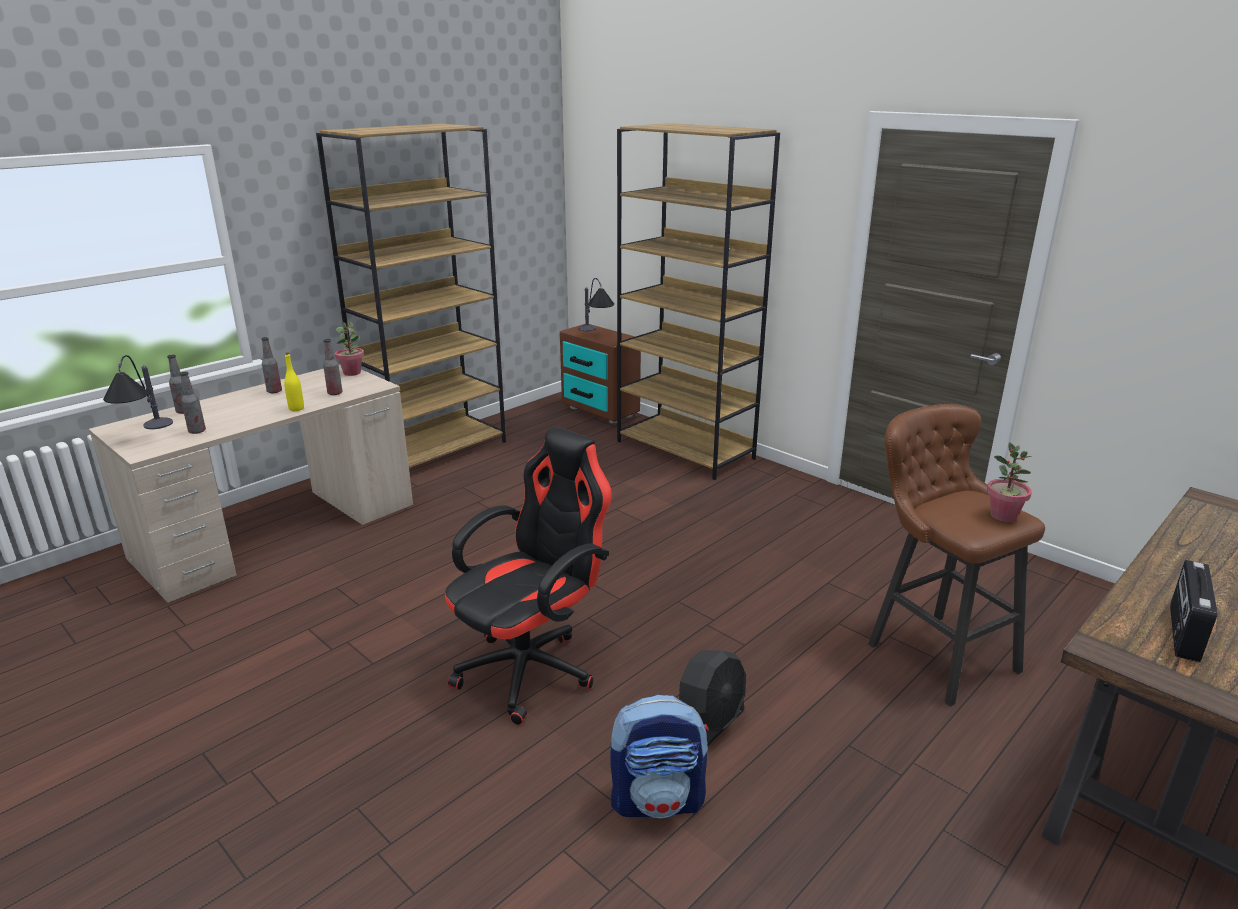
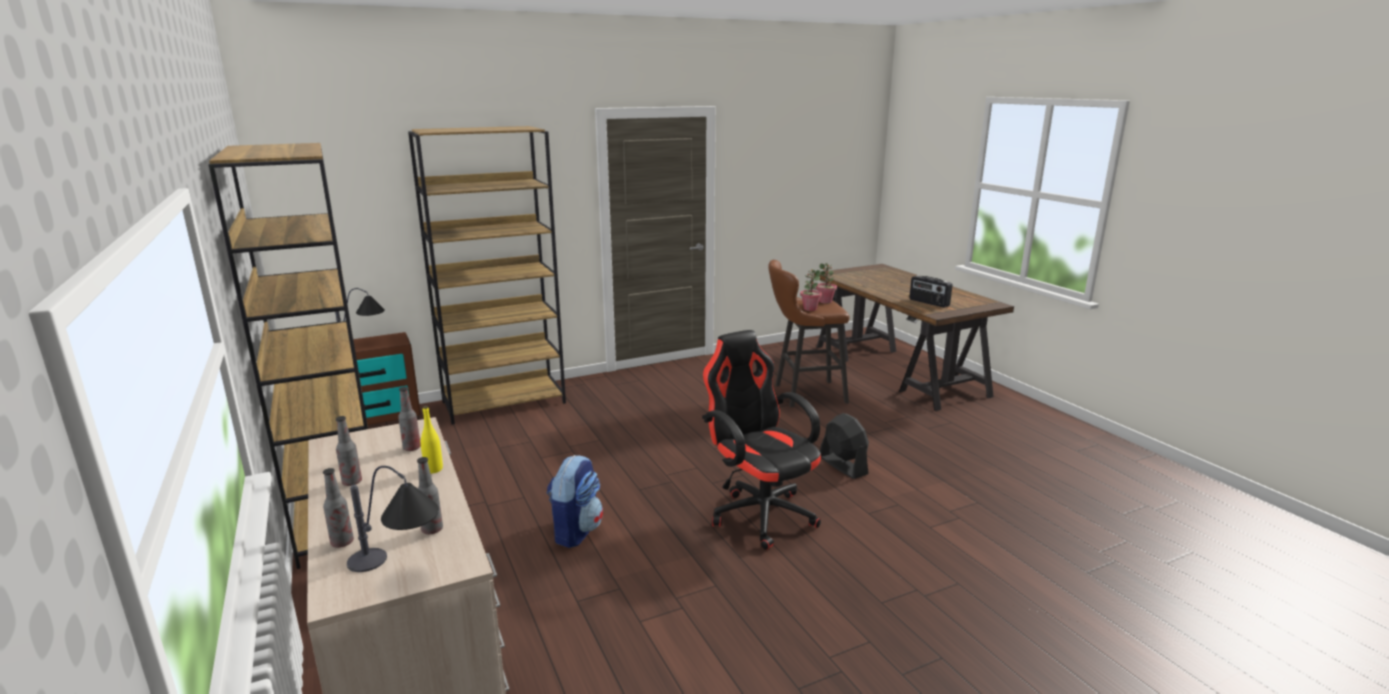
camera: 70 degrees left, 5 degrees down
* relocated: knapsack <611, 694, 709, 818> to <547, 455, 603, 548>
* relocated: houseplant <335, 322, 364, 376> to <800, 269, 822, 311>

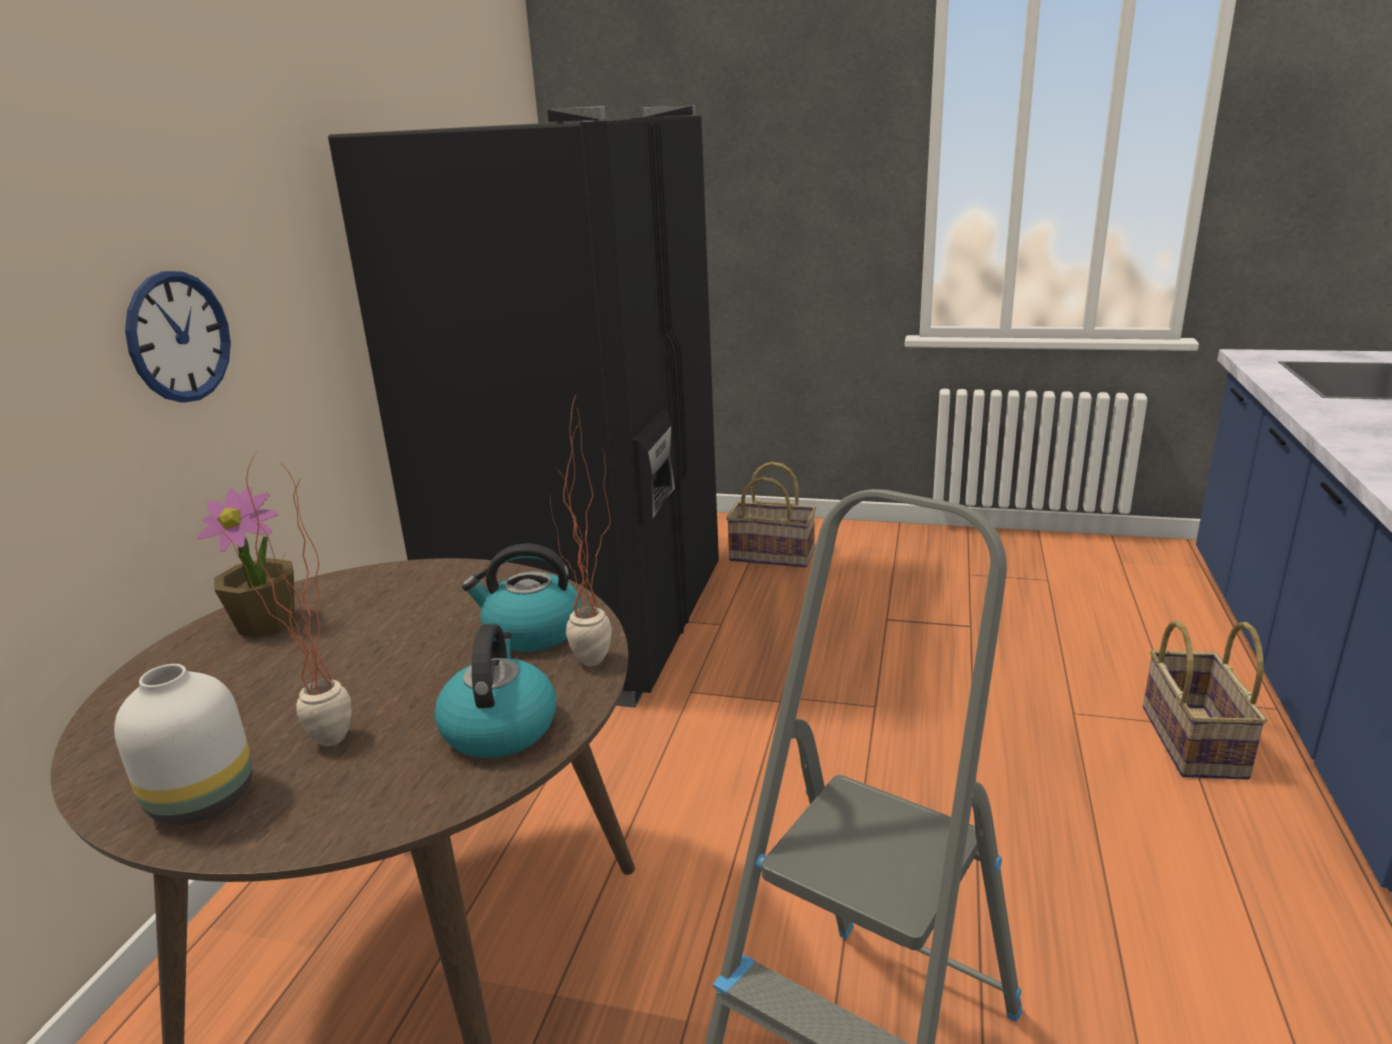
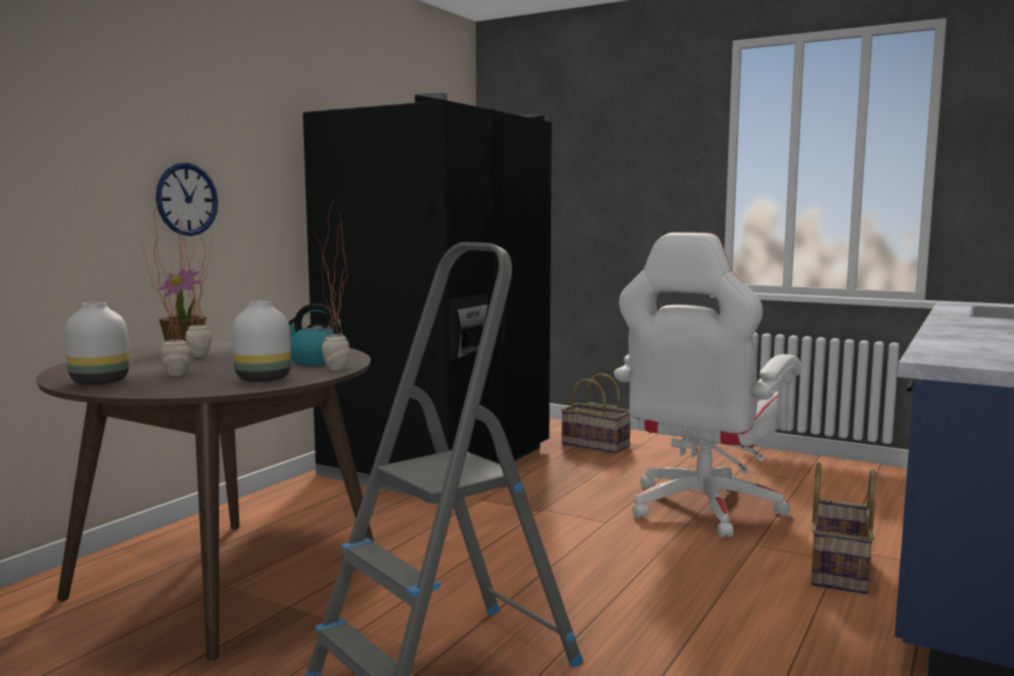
camera: 15 degrees right, 15 degrees down
* appeared: houseplant <179, 202, 215, 358>
* exchanged: kettle <434, 624, 556, 758> to decorative vase (white-coloured) <232, 301, 291, 382>
* appeared: computer chair (white-coloured) <614, 232, 802, 537>

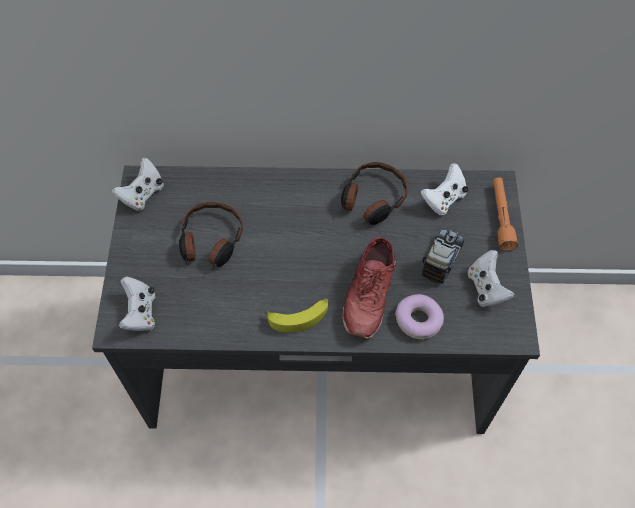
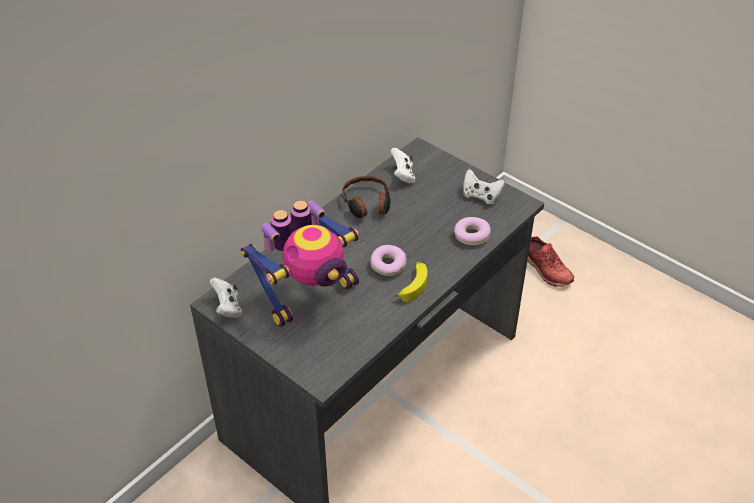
camera: 50 degrees left, 15 degrees down
* exchanged: headset <179, 202, 243, 271> to model robot <241, 200, 359, 327>
* appeared: ring doughnut <371, 245, 407, 276>
* relocated: shoe (reddish) <342, 237, 396, 339> to <527, 236, 574, 287>
* missing: joypad (white-coloured) <119, 277, 155, 331>
* missing: model truck <422, 229, 464, 284>
* missing: flashlight (orange-coloured) <493, 178, 518, 251>

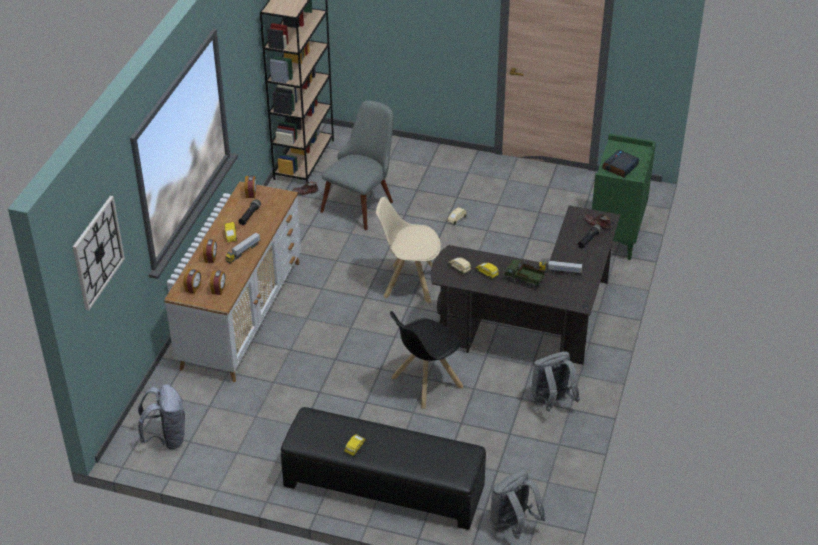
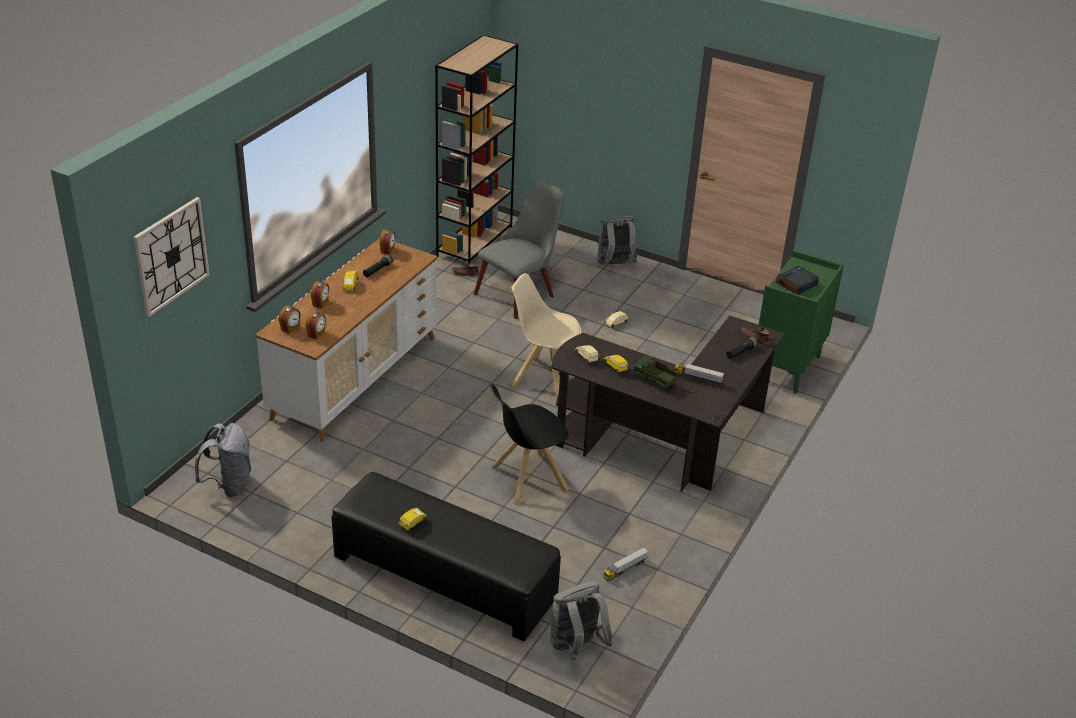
camera: 10 degrees right, 5 degrees down
* relocated: knapsack (grey) <531, 351, 580, 412> to <597, 216, 637, 264>
* relocated: model truck <225, 232, 260, 263> to <603, 547, 649, 581>

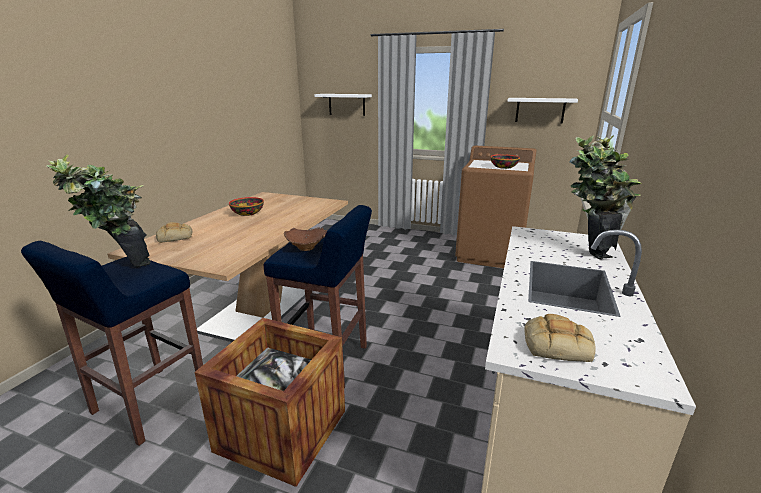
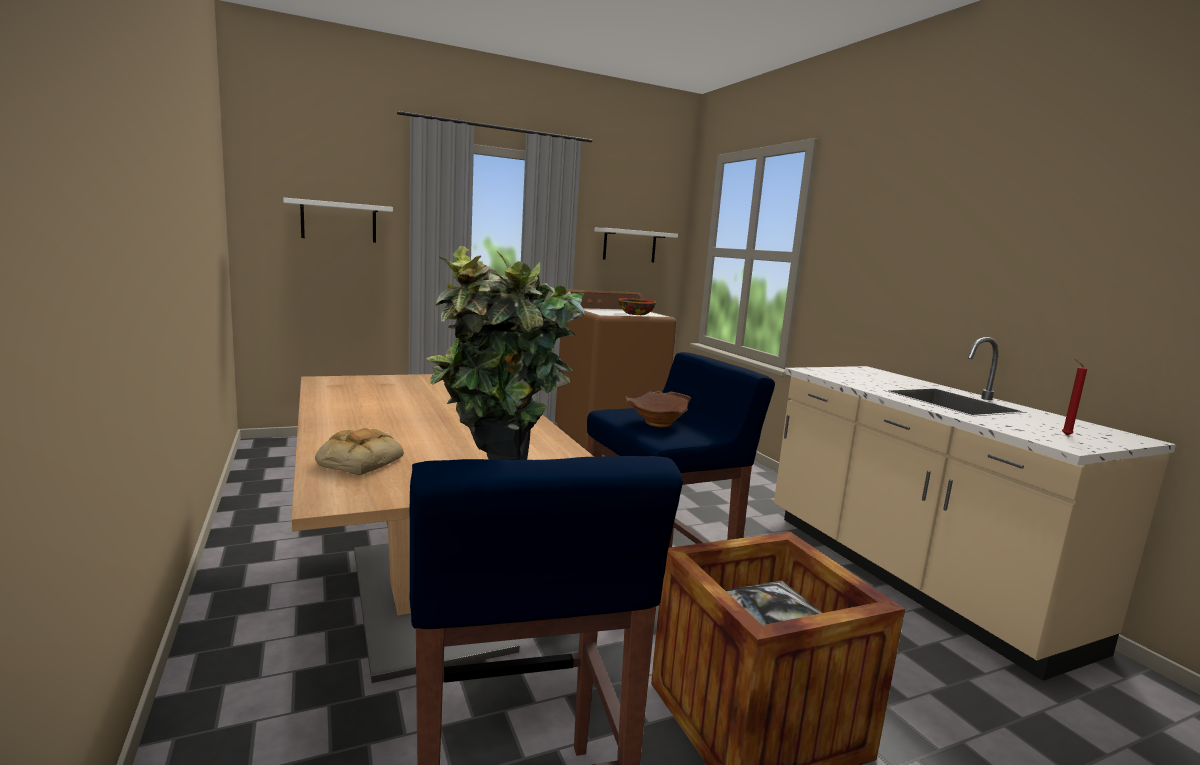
camera: 45 degrees left, 10 degrees down
* exchanged: bread <524, 314, 595, 362> to candle (reddish) <1062, 359, 1087, 436>
* missing: deep dish <229, 197, 264, 216>
* missing: houseplant <569, 135, 642, 259>

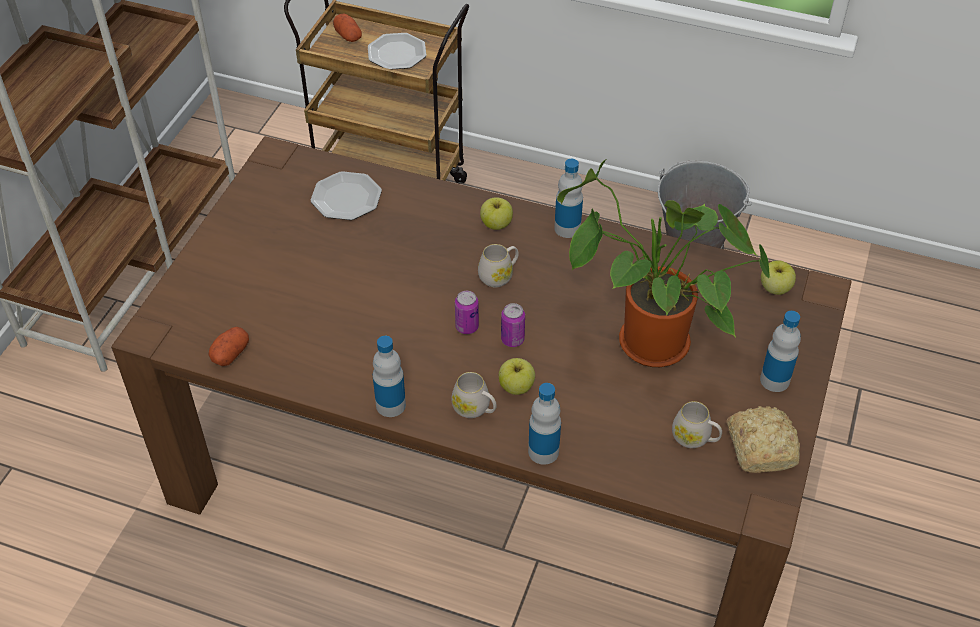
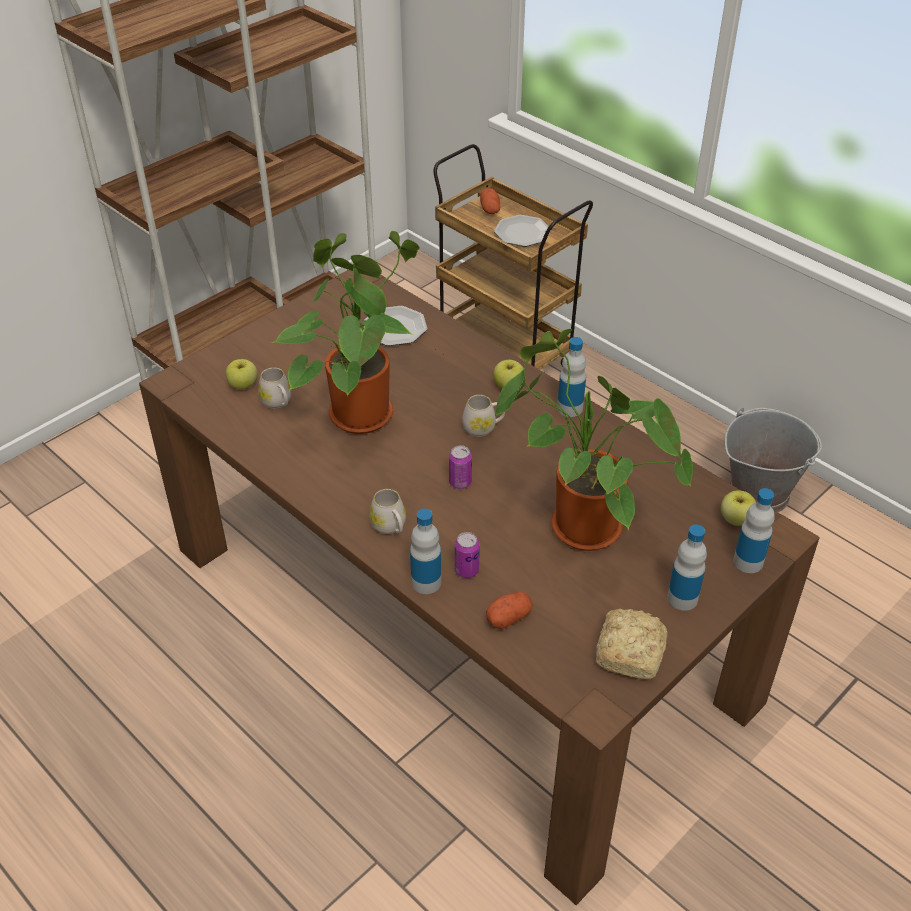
camera: 25 degrees right, 5 degrees down
* relocated: apple fruit <499, 358, 535, 395> to <226, 359, 257, 390>
* relocated: tea mug (white-coloured) <672, 401, 722, 448> to <258, 367, 291, 409>
* appeared: houseplant <272, 231, 420, 434>
* relocated: can <455, 291, 479, 334> to <455, 532, 480, 578>
* relocated: whole potato <208, 327, 249, 366> to <486, 592, 533, 629>
* relocated: bottle <373, 336, 406, 417> to <733, 488, 775, 573>

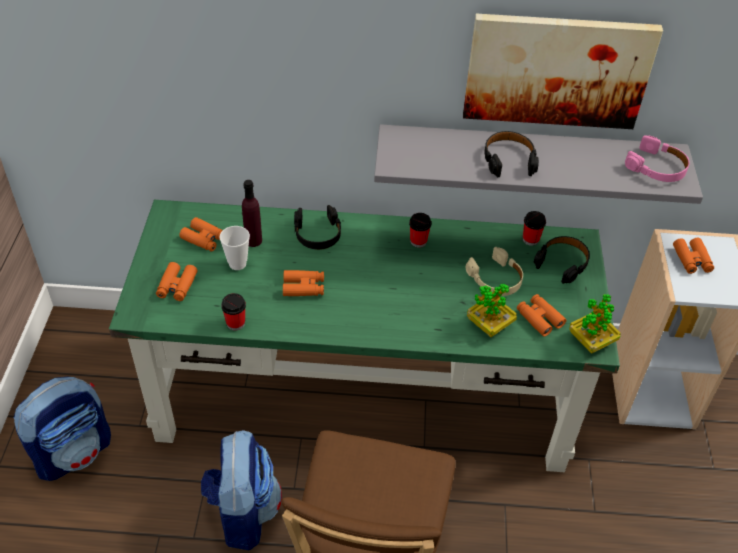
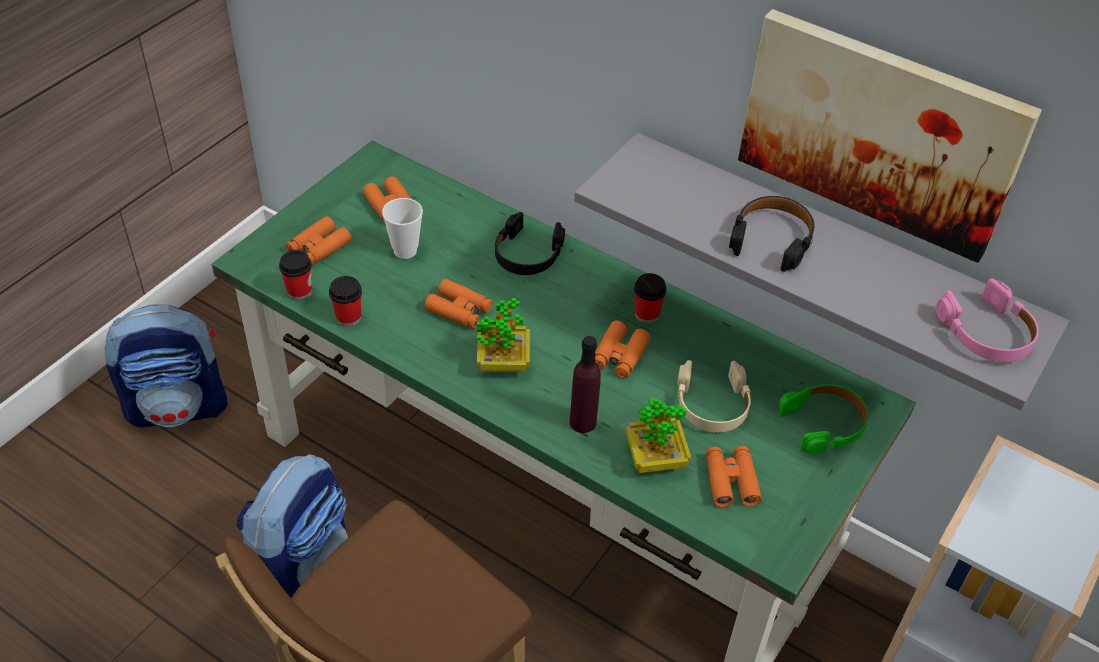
camera: 30 degrees right, 0 degrees up
* relocated: small cup <523, 211, 546, 246> to <279, 250, 312, 300>
* relocated: houseplant <569, 294, 621, 354> to <477, 298, 530, 372>
* relocated: bottle (purplish) <242, 180, 262, 247> to <570, 336, 601, 433>
* relocated: field glasses (orange-coloured) <673, 238, 714, 274> to <595, 321, 651, 378>
* colour: headset (black) <534, 236, 590, 284> to headset (greenish) <779, 384, 869, 455>

